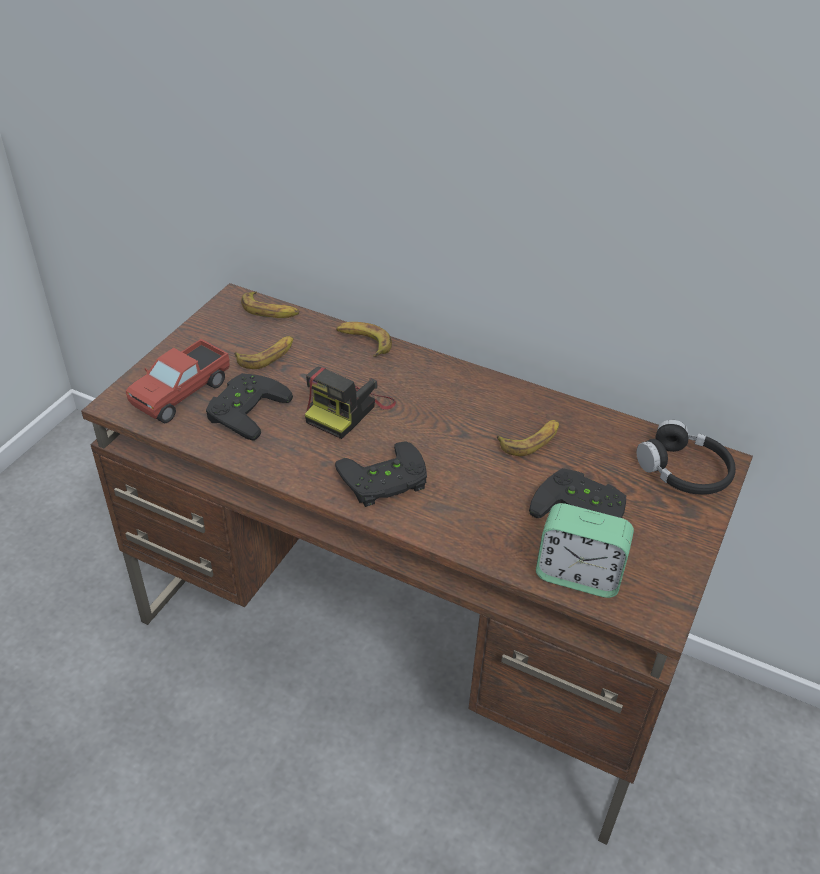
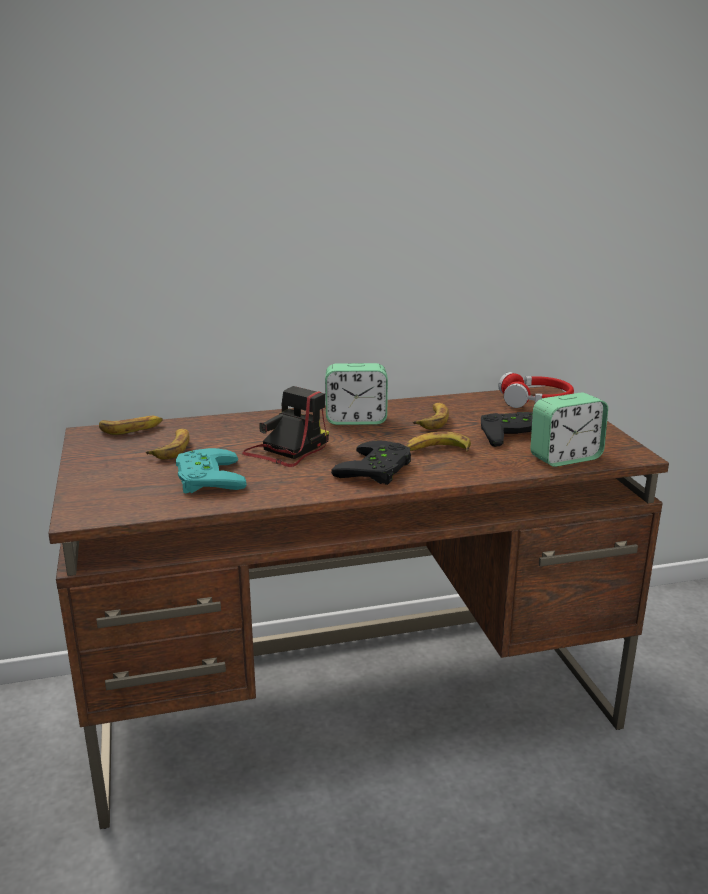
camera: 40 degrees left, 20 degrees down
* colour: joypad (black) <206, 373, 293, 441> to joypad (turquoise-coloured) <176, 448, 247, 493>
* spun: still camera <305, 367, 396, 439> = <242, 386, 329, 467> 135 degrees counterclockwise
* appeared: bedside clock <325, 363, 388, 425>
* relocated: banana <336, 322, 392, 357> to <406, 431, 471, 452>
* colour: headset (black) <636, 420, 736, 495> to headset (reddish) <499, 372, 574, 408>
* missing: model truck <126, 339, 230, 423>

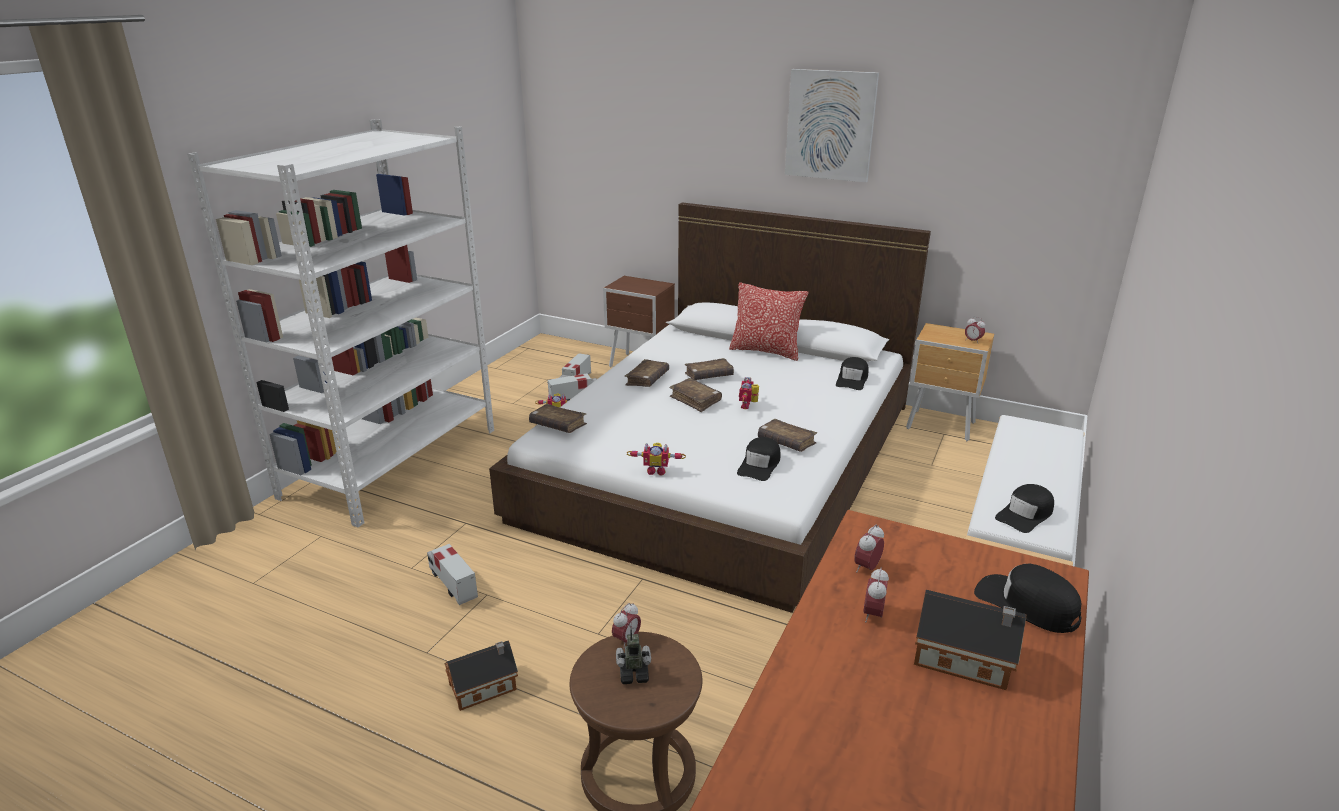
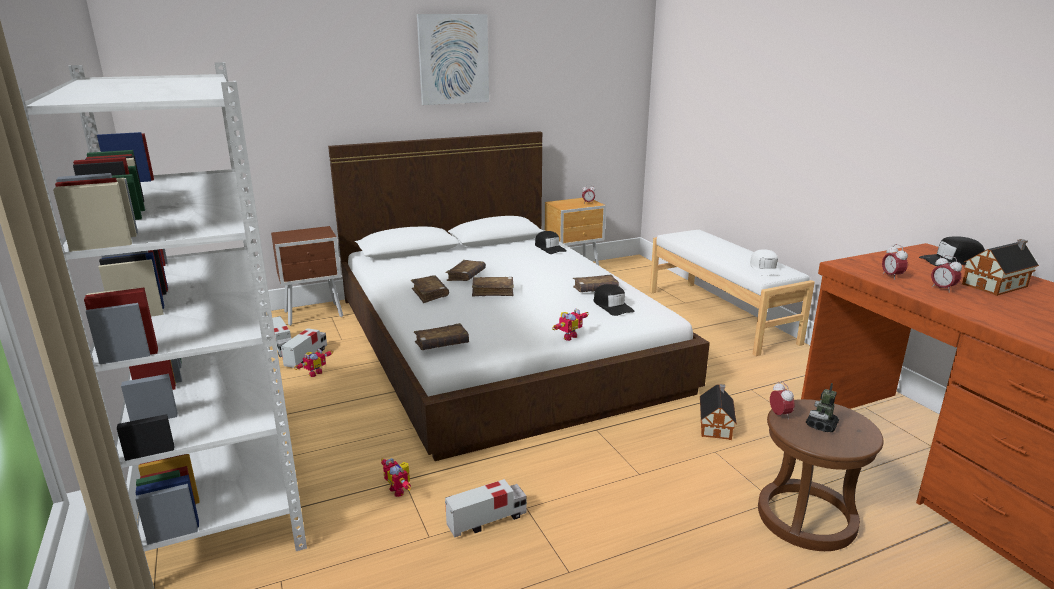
camera: 50 degrees left, 5 degrees down
* relocated: model robot <739, 377, 759, 409> to <381, 458, 411, 497>
* spun: model truck <427, 544, 478, 605> = <445, 479, 527, 538> 150 degrees clockwise
* relocated: toy house <445, 641, 518, 711> to <700, 384, 737, 440>
* colour: cap (black) <995, 484, 1054, 533> to cap (white-coloured) <750, 249, 783, 276>
* missing: cushion <729, 282, 808, 361>

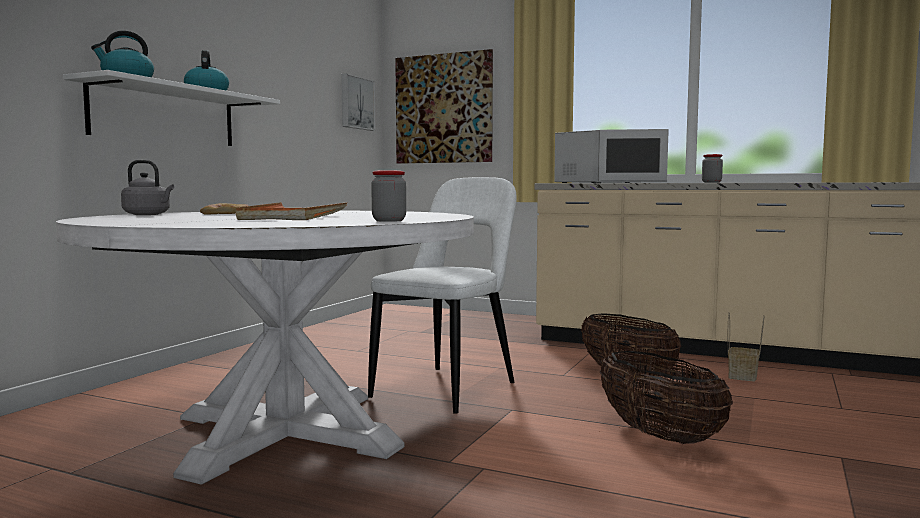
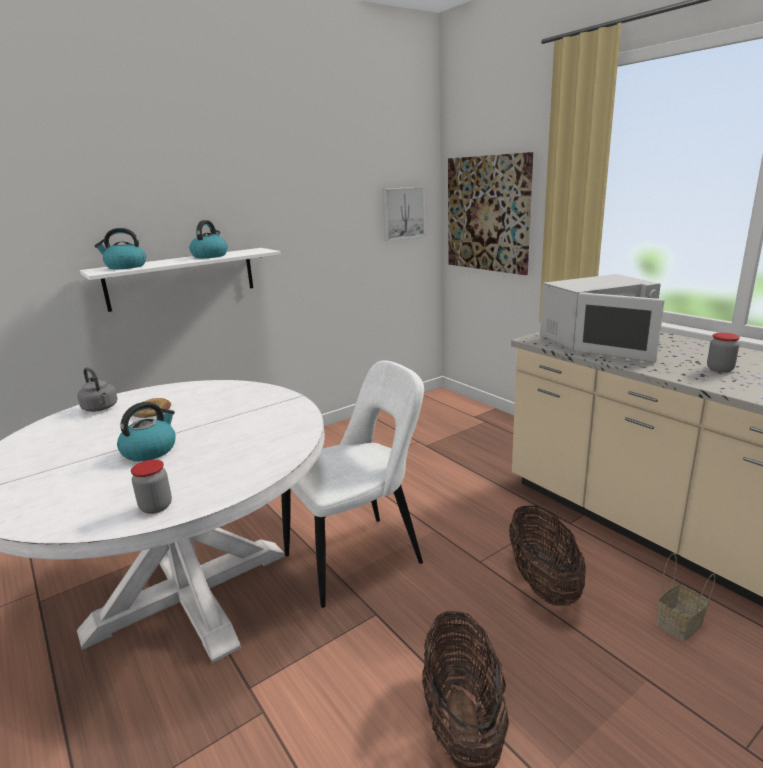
camera: 30 degrees right, 15 degrees up
* exchanged: carrying tray (orange-coloured) <236, 202, 347, 220> to kettle <117, 402, 176, 461>

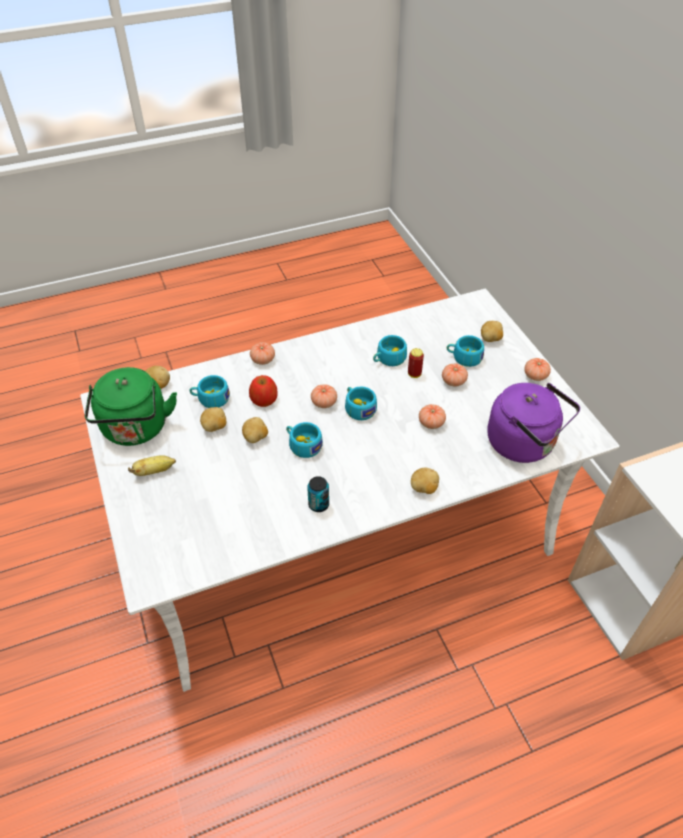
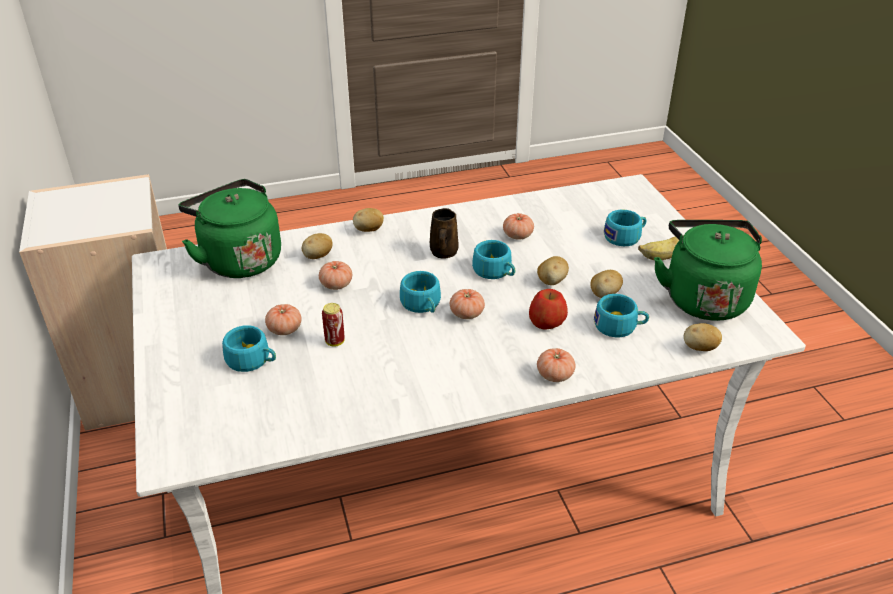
camera: 175 degrees left, 10 degrees down
* colour: kettle (purplish) <487, 383, 580, 463> to kettle (greenish) <178, 179, 281, 278>
* relocated: whole potato <481, 321, 503, 342> to <302, 233, 332, 259>
* appeared: tea mug (brown-coloured) <430, 208, 459, 259>
* relocated: whole tomato <524, 358, 551, 381> to <503, 213, 534, 240>
* relocated: small cup (turquoise-coloured) <373, 335, 407, 366> to <604, 209, 647, 246>
* missing: can <307, 476, 329, 512>

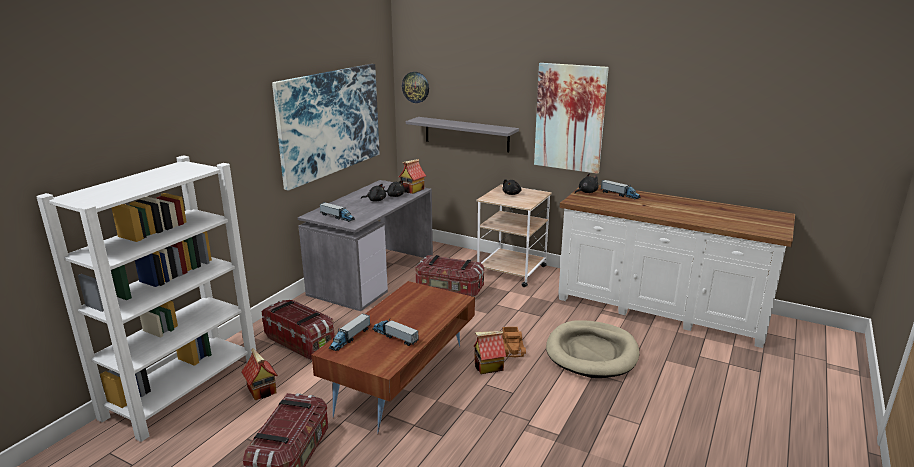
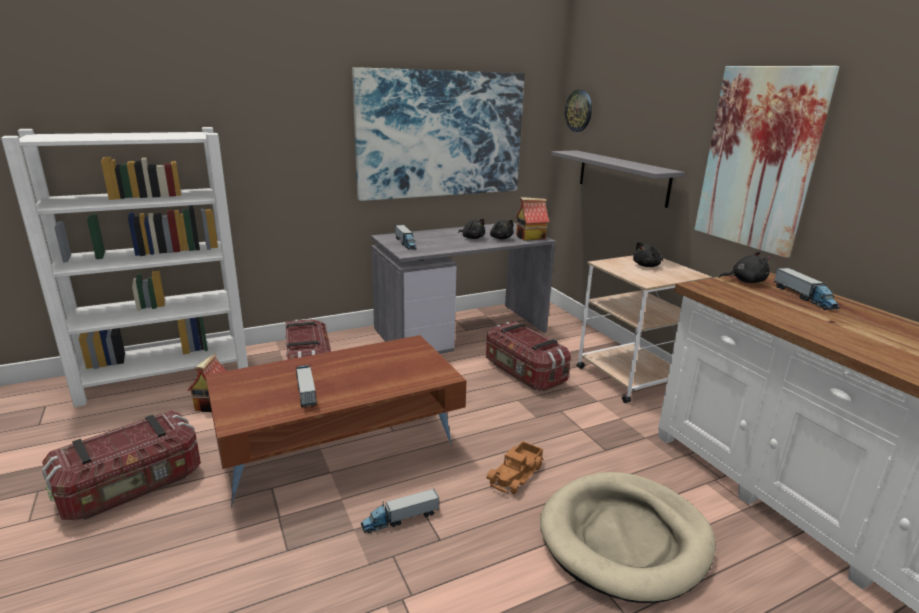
camera: 35 degrees right, 0 degrees up
* relocated: model truck <329, 313, 370, 351> to <361, 489, 439, 533>
* missing: toy house <474, 331, 506, 374>

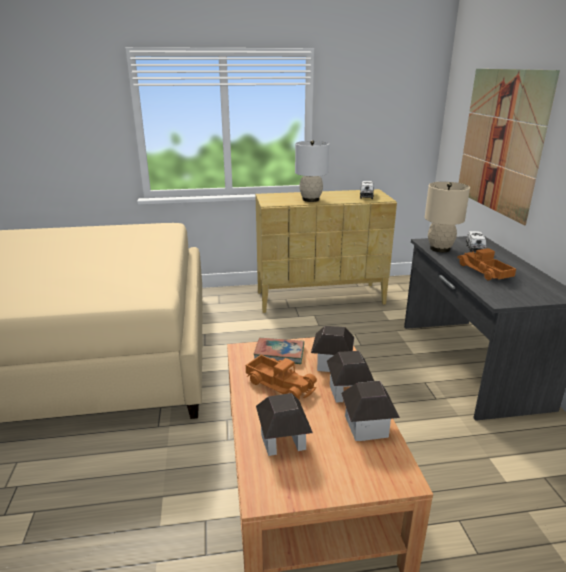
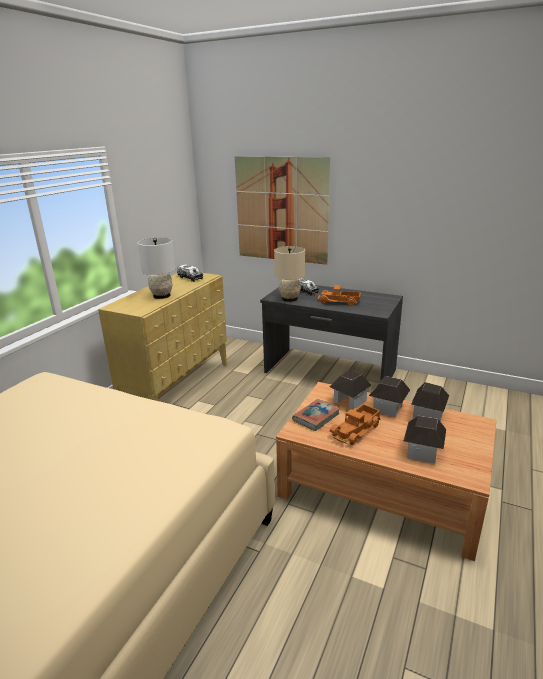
camera: 55 degrees left, 0 degrees up
* spun: model truck <246, 355, 317, 400> = <330, 404, 381, 445> 150 degrees clockwise

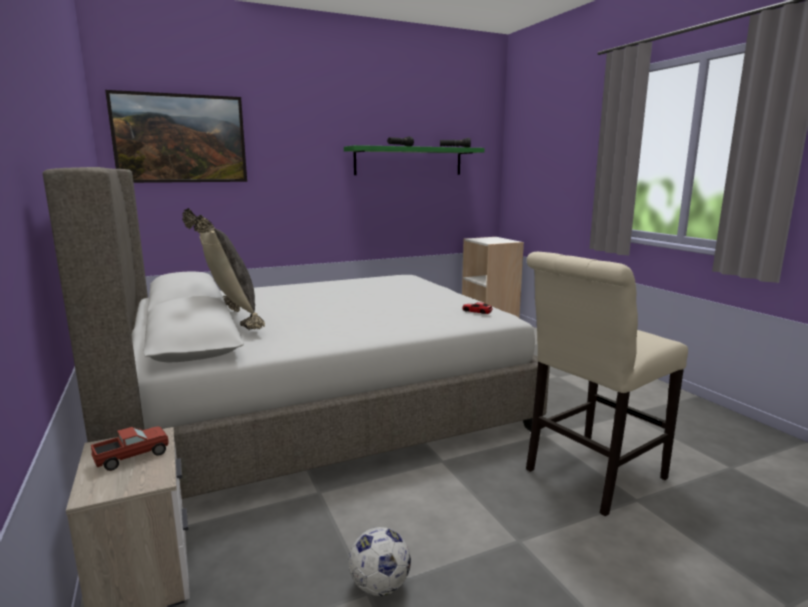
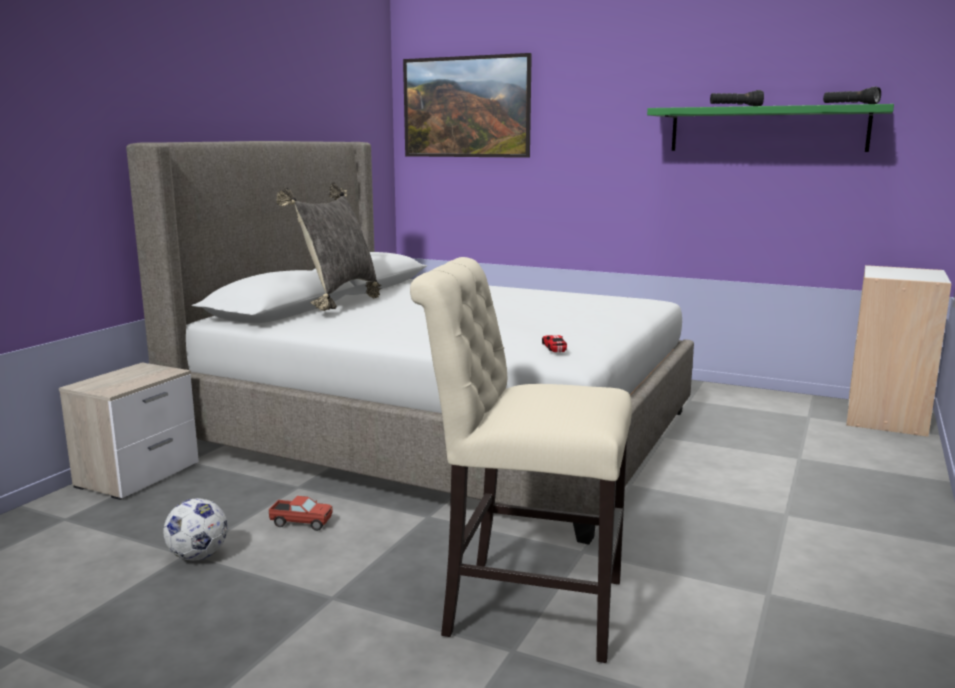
camera: 50 degrees right, 0 degrees up
* relocated: model truck <91, 427, 169, 471> to <269, 496, 332, 531>

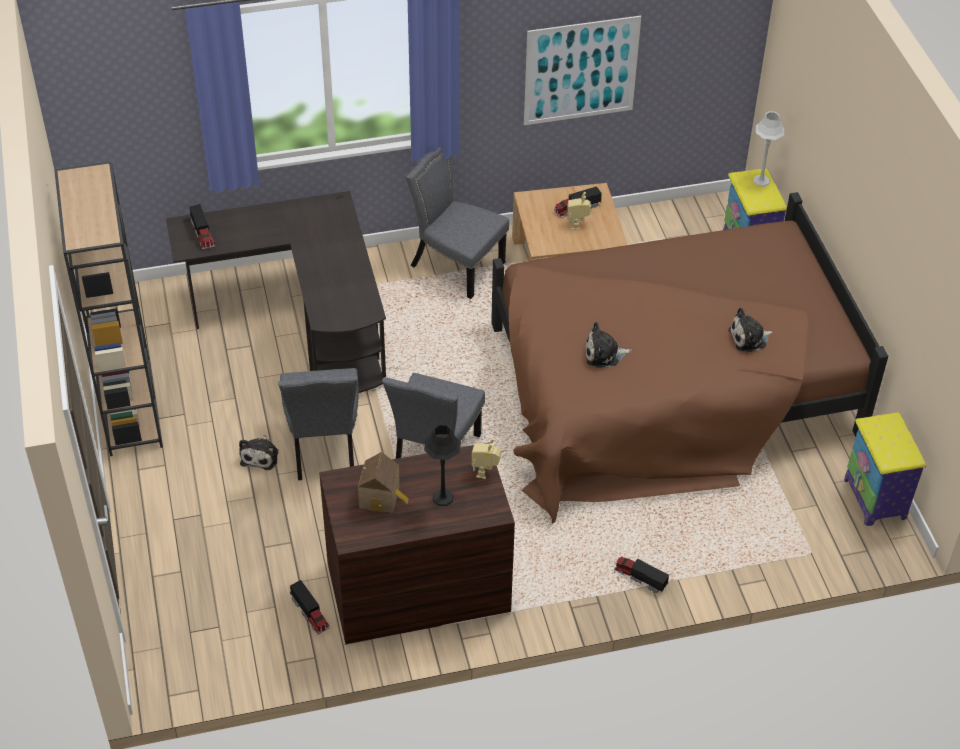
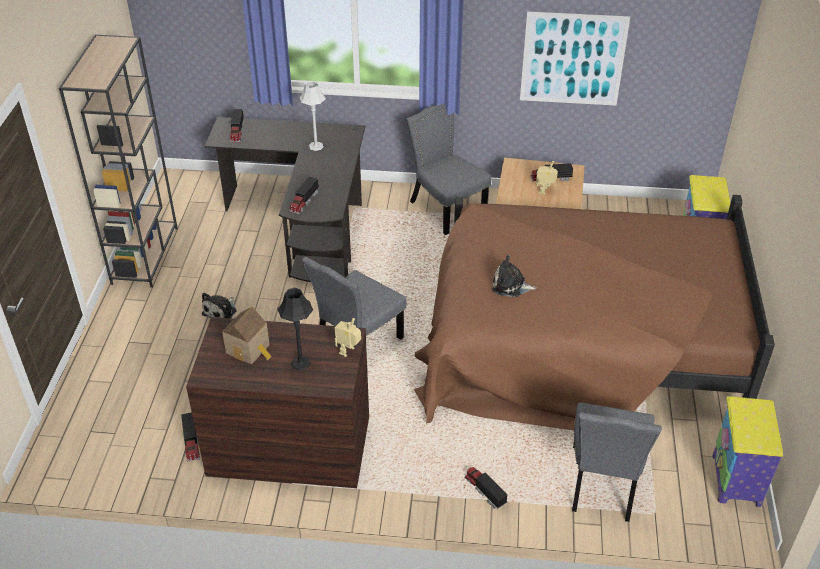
camera: 20 degrees right, 5 degrees down
* appeared: model truck <289, 176, 319, 214>
* relocated: lamp for a table (grey) <753, 111, 784, 187> to <299, 81, 326, 151>
* relocated: plain chair (grey) <278, 368, 359, 480> to <572, 402, 662, 522>
* missing: plush toy <728, 307, 773, 352>

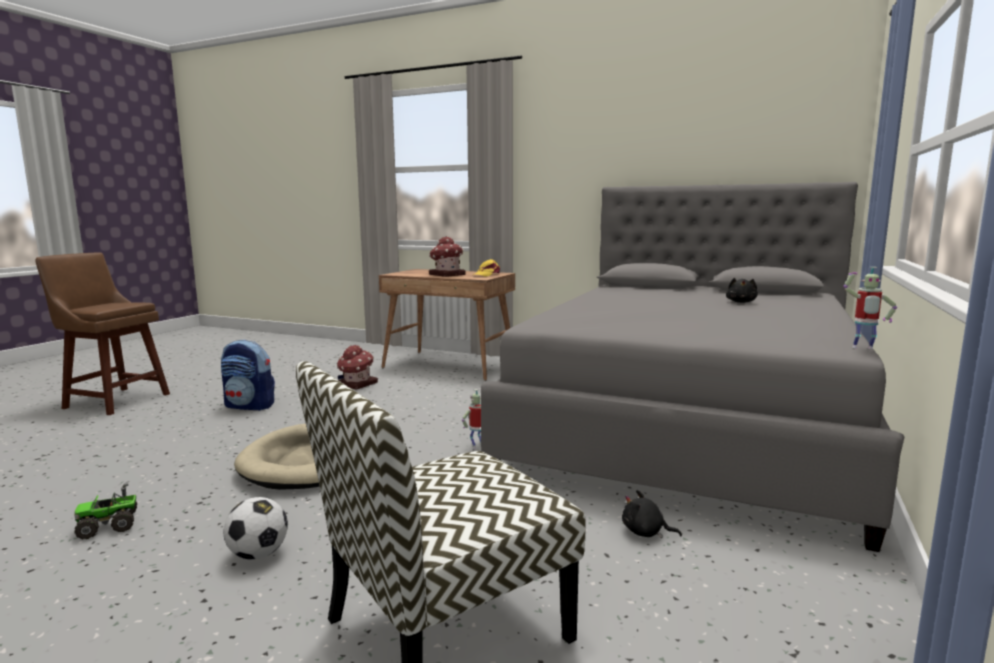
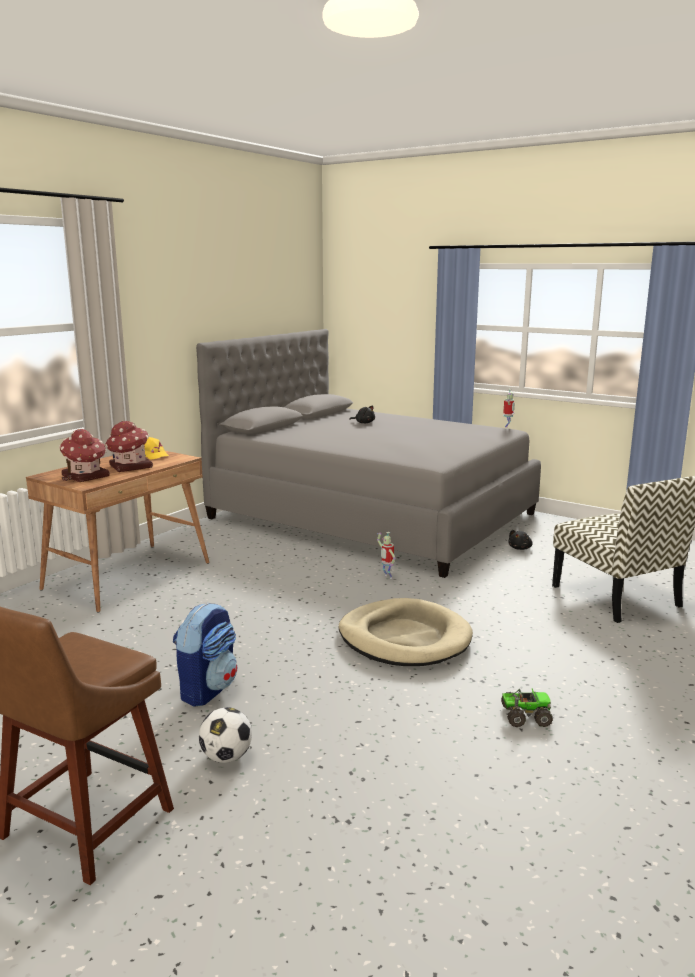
camera: 80 degrees left, 5 degrees up
* relocated: toy house <337, 345, 378, 390> to <59, 429, 110, 482>
* relocated: football ball <223, 497, 288, 560> to <199, 707, 252, 763>
* spun: model truck <74, 483, 137, 539> = <501, 689, 553, 727> 75 degrees counterclockwise

